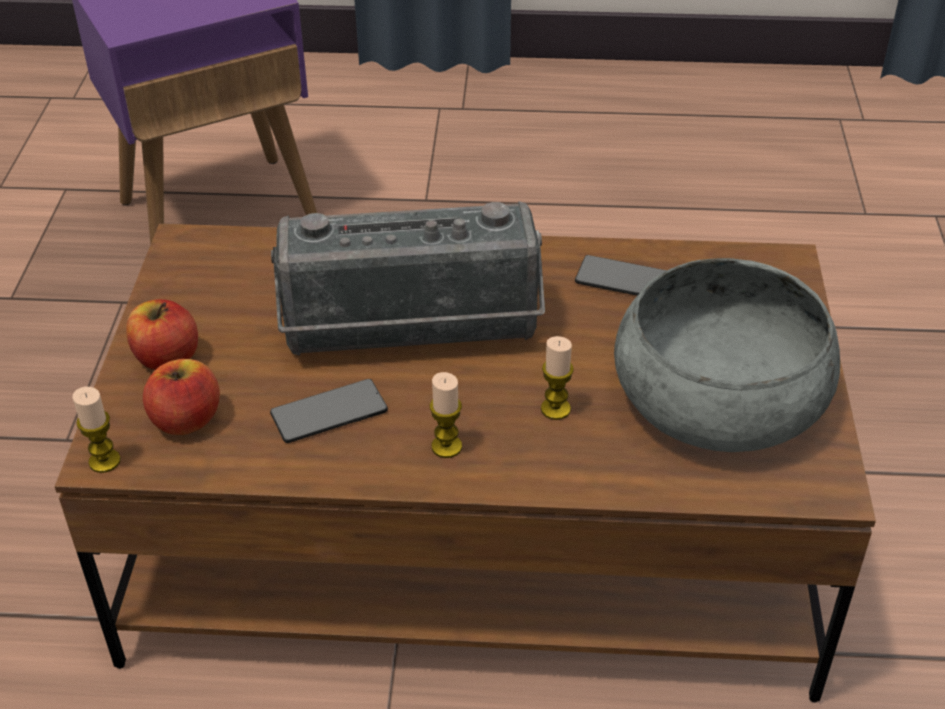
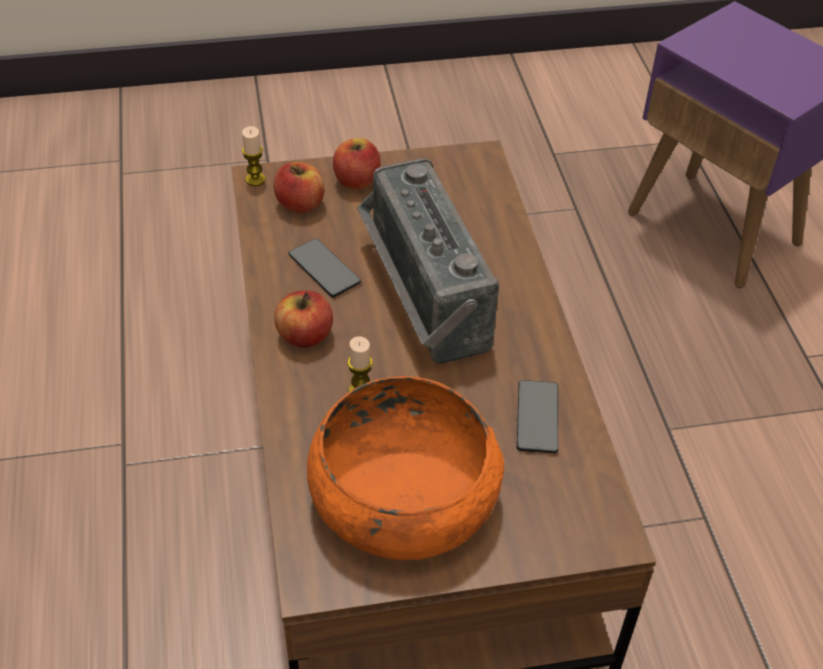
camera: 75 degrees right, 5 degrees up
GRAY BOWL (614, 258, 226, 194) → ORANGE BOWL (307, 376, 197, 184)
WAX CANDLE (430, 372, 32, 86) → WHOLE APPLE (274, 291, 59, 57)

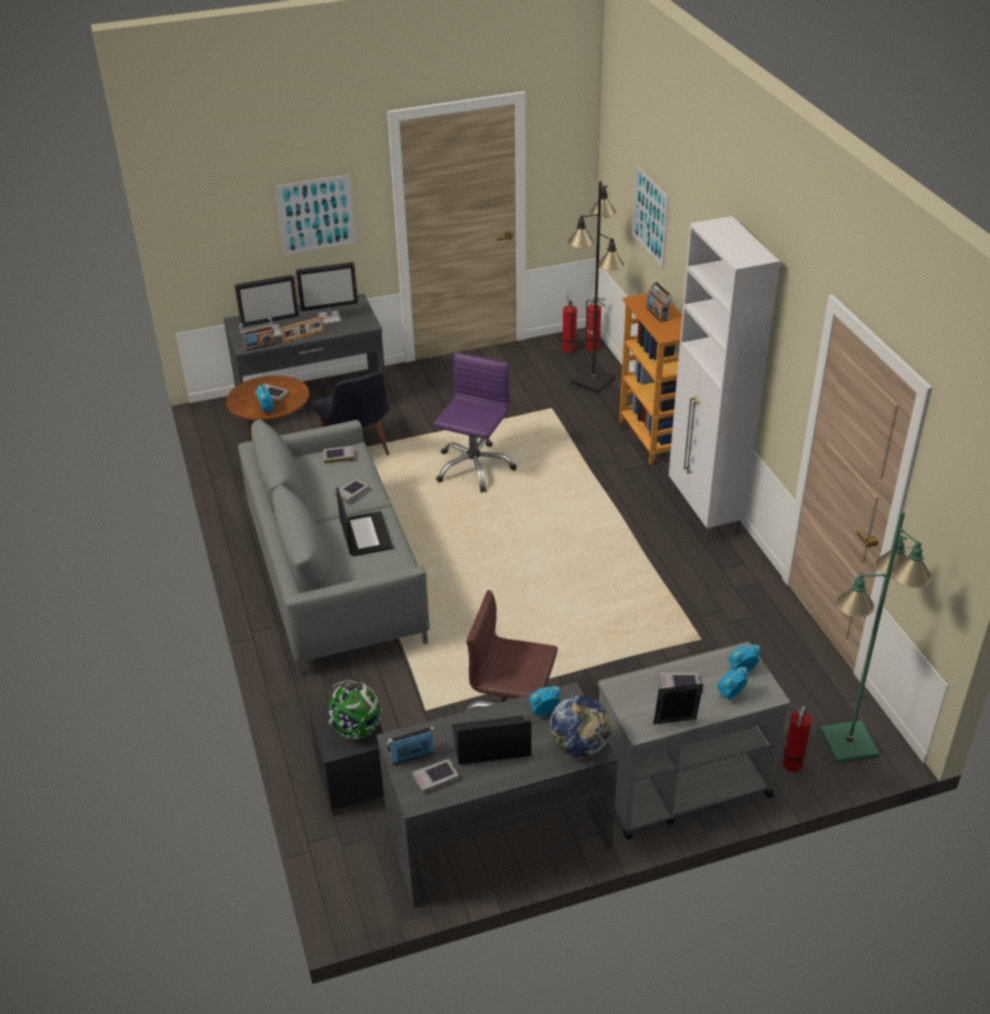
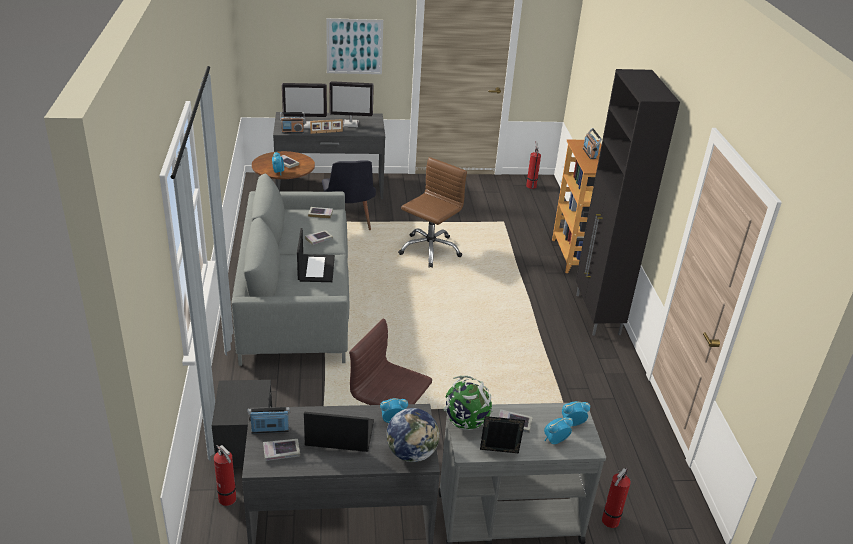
camera: 10 degrees right, 5 degrees down
WALL PICTURE (632, 165, 37, 104) → -
BLACK-COLOURED FLOOR LAMP (568, 181, 56, 212) → -
WHITE-COLOURED STORAGE CABINET (669, 216, 111, 326) → BLACK-COLOURED STORAGE CABINET (576, 69, 104, 267)
FIRE-FIGHTING CYLINDER (585, 297, 21, 54) → FIRE-FIGHTING CYLINDER (214, 445, 22, 61), moved
PURPLE-COLOURED COMPUTER CHAIR (433, 352, 84, 141) → BROWNISH COMPUTER CHAIR (398, 157, 69, 111)
GREENISH FLOOR LAMP (820, 511, 112, 253) → -
DESK GLOBE (328, 680, 54, 59) → DESK GLOBE (443, 376, 50, 54), moved

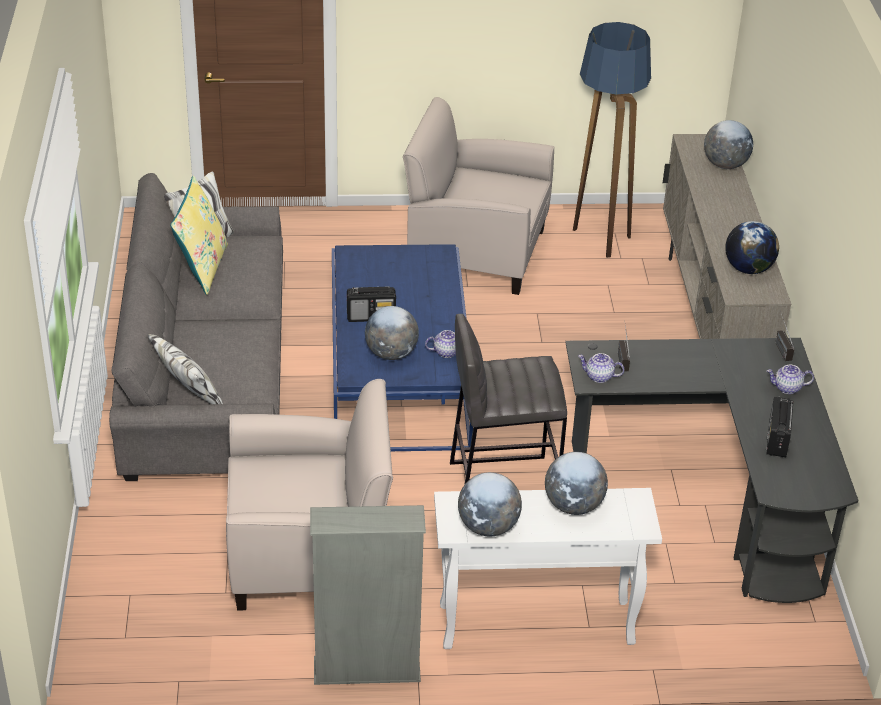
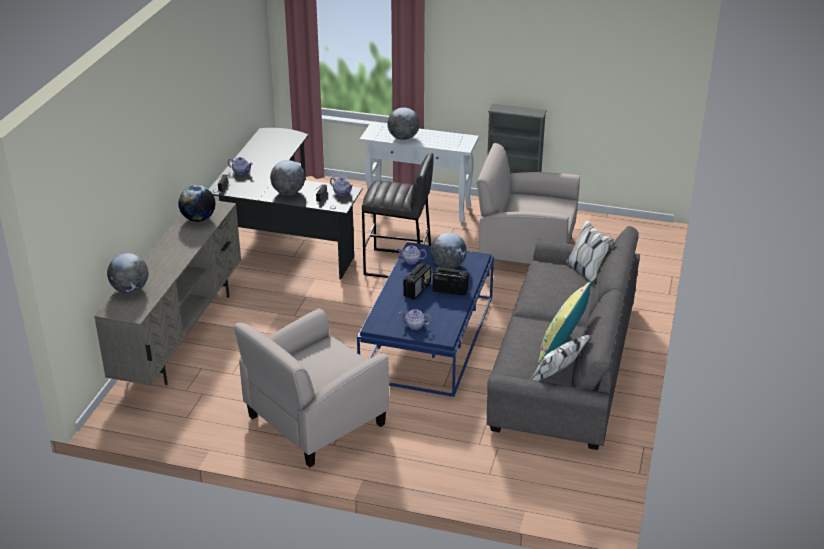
camera: 160 degrees left, 5 degrees down
FLOOR LAMP (573, 22, 78, 236) → -
SAND-COLOURED EASY CHAIR (403, 97, 152, 198) → SAND-COLOURED EASY CHAIR (233, 308, 156, 159), 105 degrees clockwise
RADIO RECEIVER (766, 397, 28, 60) → RADIO RECEIVER (403, 263, 28, 37), moved
DESK GLOBE (458, 472, 64, 64) → DESK GLOBE (270, 160, 35, 35), moved
- → TEA POT (399, 309, 33, 21)

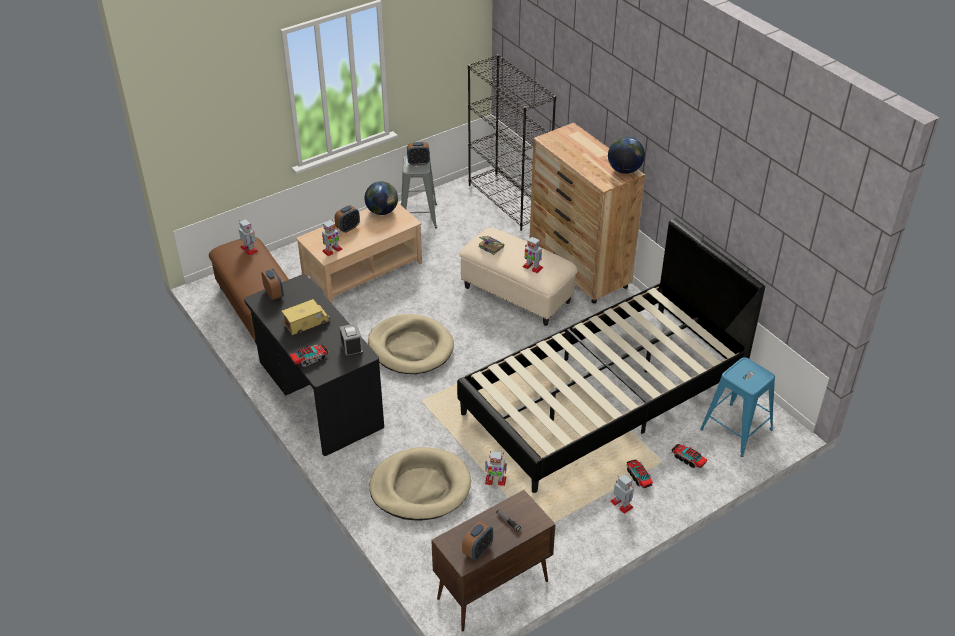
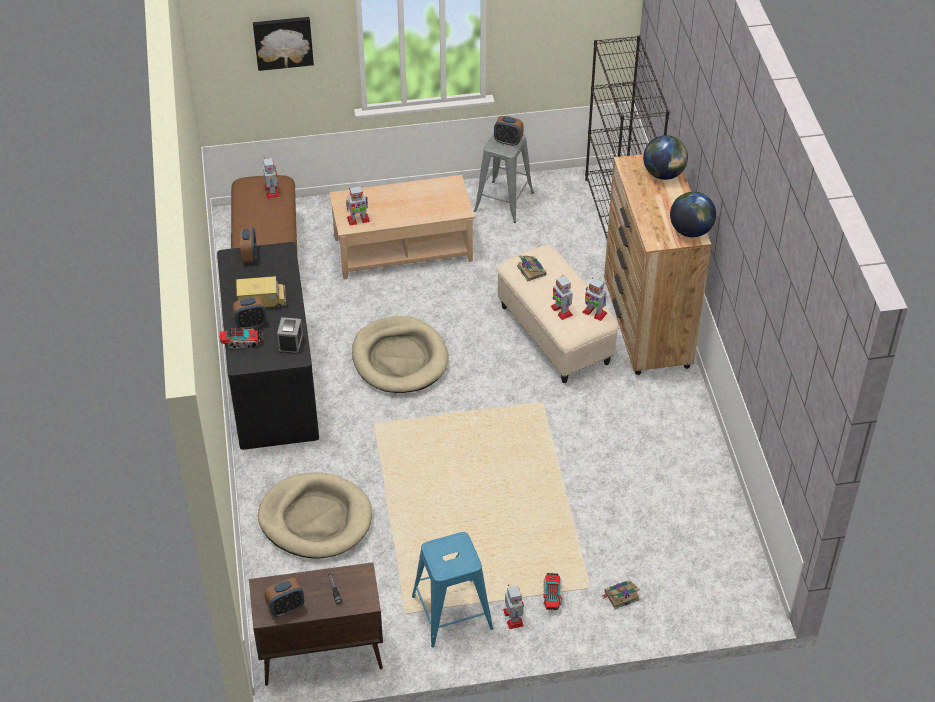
camera: 25 degrees right, 5 degrees up
DESK GLOBE (365, 181, 33, 34) → DESK GLOBE (643, 135, 45, 45), moved
BEDSIDE CLOCK (334, 205, 26, 28) → BEDSIDE CLOCK (232, 297, 35, 32), moved
BLACK-COLOURED BEDROOM BED (457, 219, 308, 274) → -
BLUISH SITTING STOOL (700, 357, 75, 100) → BLUISH SITTING STOOL (412, 532, 81, 116), moved
MODEL TRUCK (671, 444, 36, 24) → BOUND BOOK (602, 580, 38, 29)
MODEL ROBOT (485, 451, 22, 35) → MODEL ROBOT (582, 277, 25, 44), moved
- → WALL PICTURE (253, 17, 61, 54)

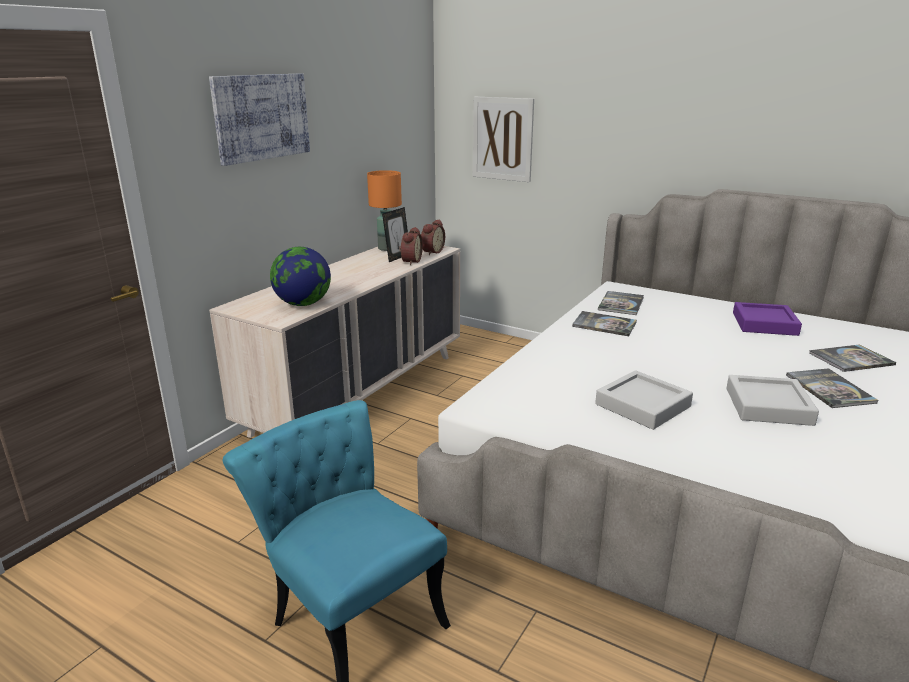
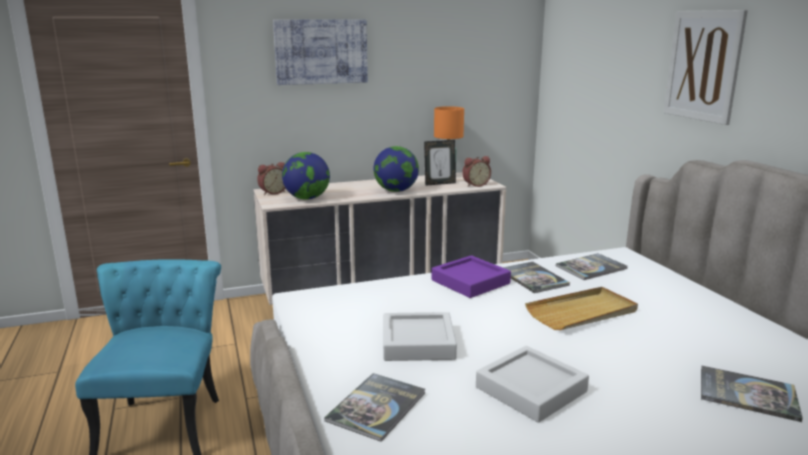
camera: 40 degrees right, 5 degrees down
WALL PICTURE (473, 97, 61, 85) → WALL PICTURE (664, 10, 84, 115), moved
BEDSIDE CLOCK (399, 227, 24, 38) → BEDSIDE CLOCK (257, 162, 28, 33), moved
PURPLE-COLOURED CARRYING TRAY (733, 302, 69, 34) → PURPLE-COLOURED CARRYING TRAY (432, 255, 79, 43), moved
BOUND BOOK (786, 368, 92, 40) → BOUND BOOK (324, 373, 101, 69), moved
- → DESK GLOBE (373, 146, 46, 46)
- → SAND-COLOURED CARRYING TRAY (525, 287, 113, 43)

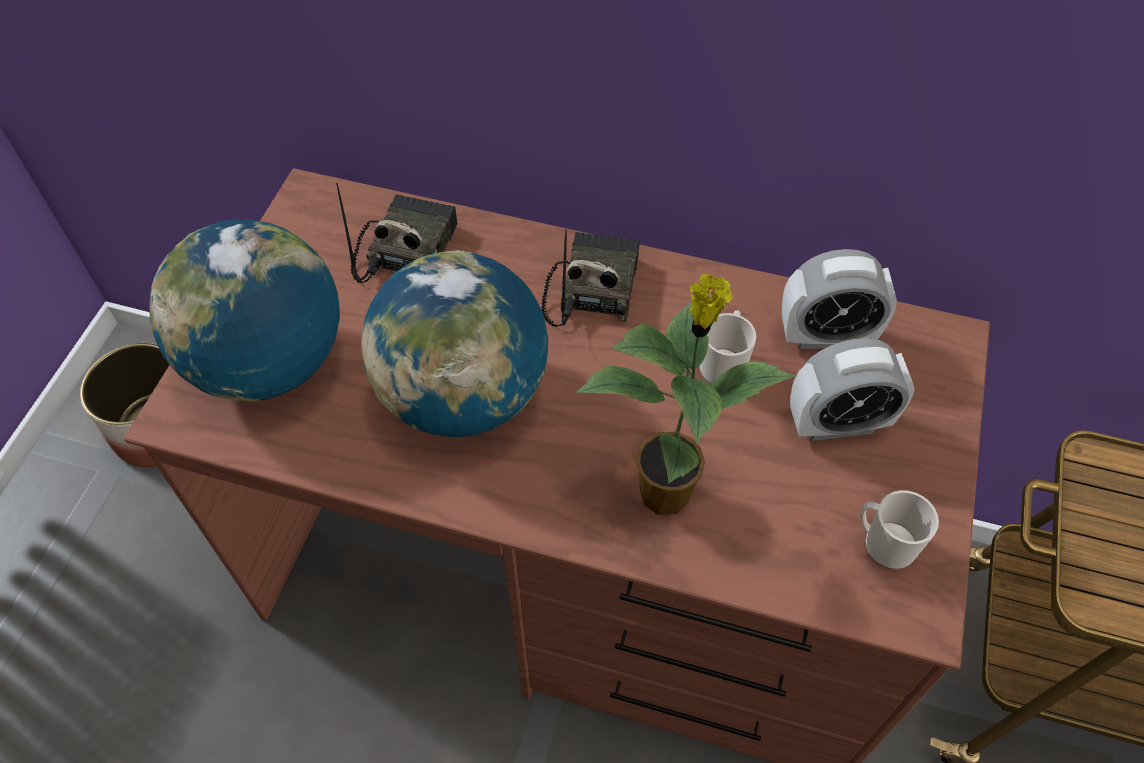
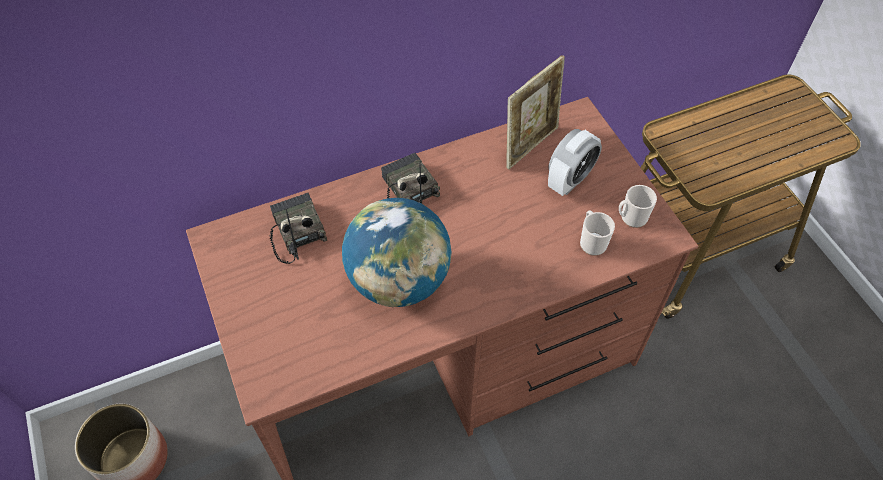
camera: 40 degrees left, 0 degrees up
DESK GLOBE (149, 219, 191, 183) → -
BEDSIDE CLOCK (782, 249, 115, 100) → PICTURE FRAME (506, 55, 59, 115)
HOUSEPLANT (576, 273, 220, 242) → -
MUG (700, 310, 56, 74) → MUG (580, 210, 35, 46), moved

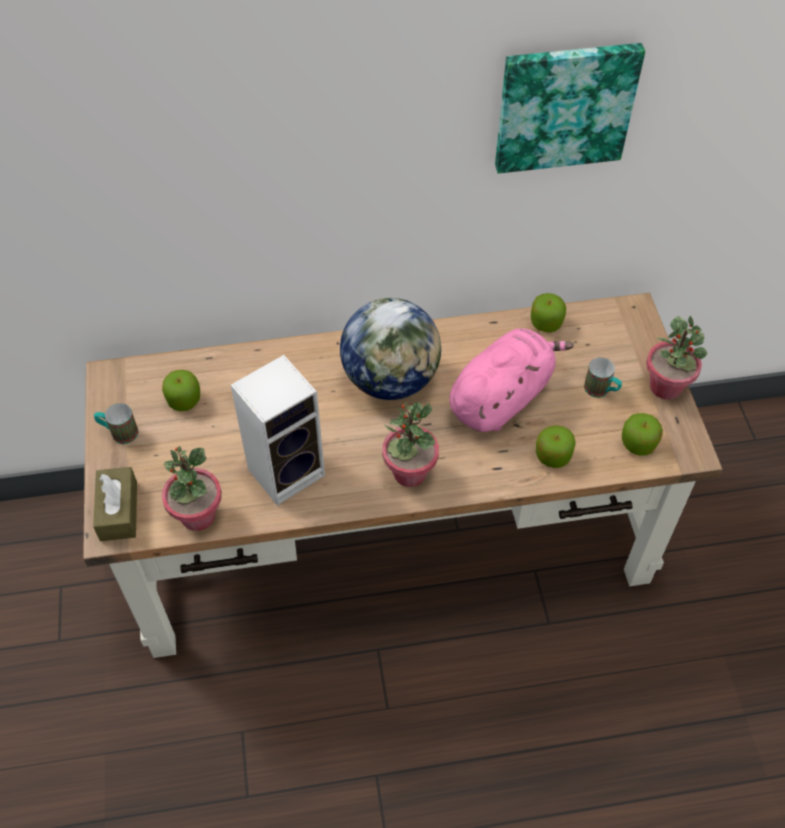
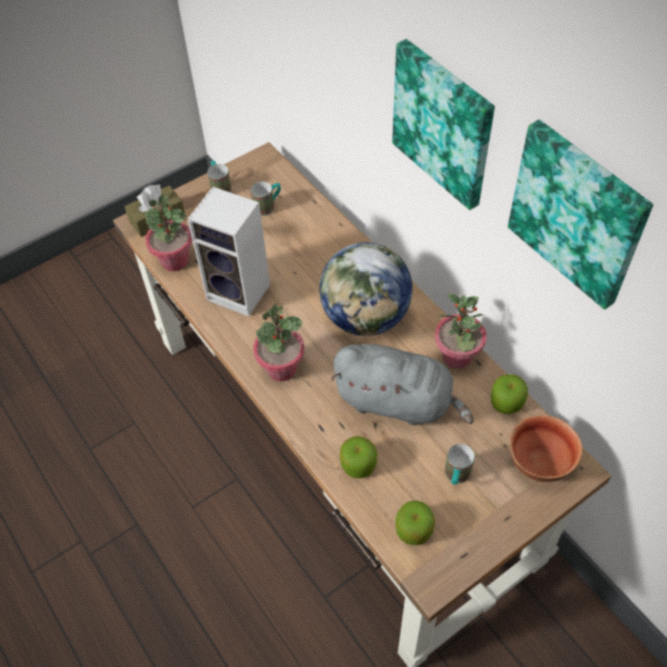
camera: 65 degrees right, 0 degrees up
HOUSEPLANT (646, 316, 62, 84) → HOUSEPLANT (435, 293, 51, 76), moved
PINKISH PLUSH TOY (449, 328, 125, 104) → GRAY PLUSH TOY (331, 344, 143, 81)
WHOLE APPLE (162, 370, 38, 41) → MUG (251, 182, 30, 34)
- → WALL PICTURE (392, 39, 103, 171)
- → BOWL (509, 415, 74, 67)

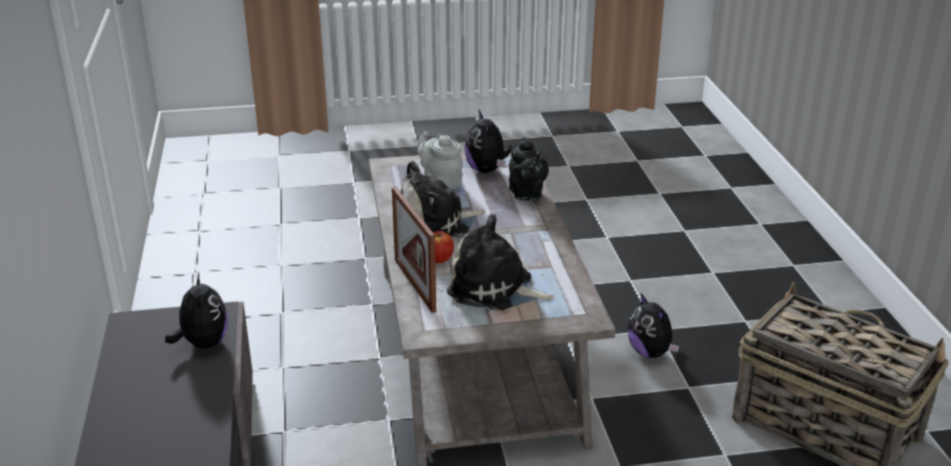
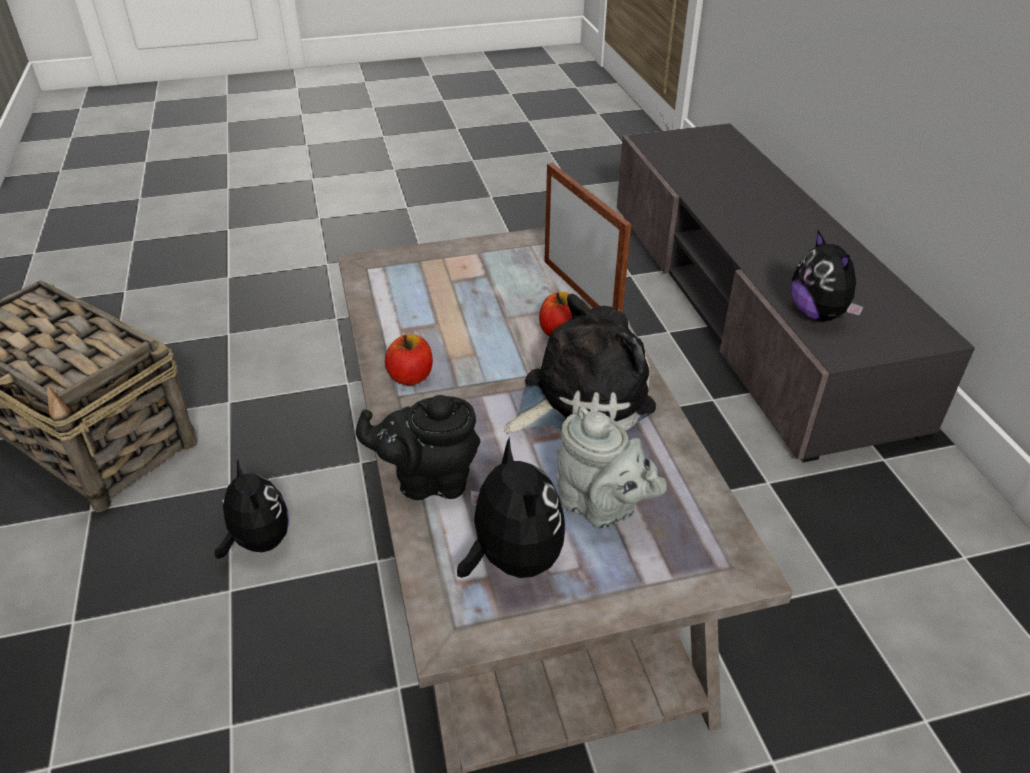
camera: 175 degrees right, 10 degrees up
BLACK-COLOURED TEA POT (509, 137, 40, 64) → BLACK-COLOURED TEA POT (356, 395, 124, 105), 75 degrees counterclockwise
PLUSH TOY (447, 214, 108, 97) → -
- → WHOLE APPLE (385, 334, 48, 51)

